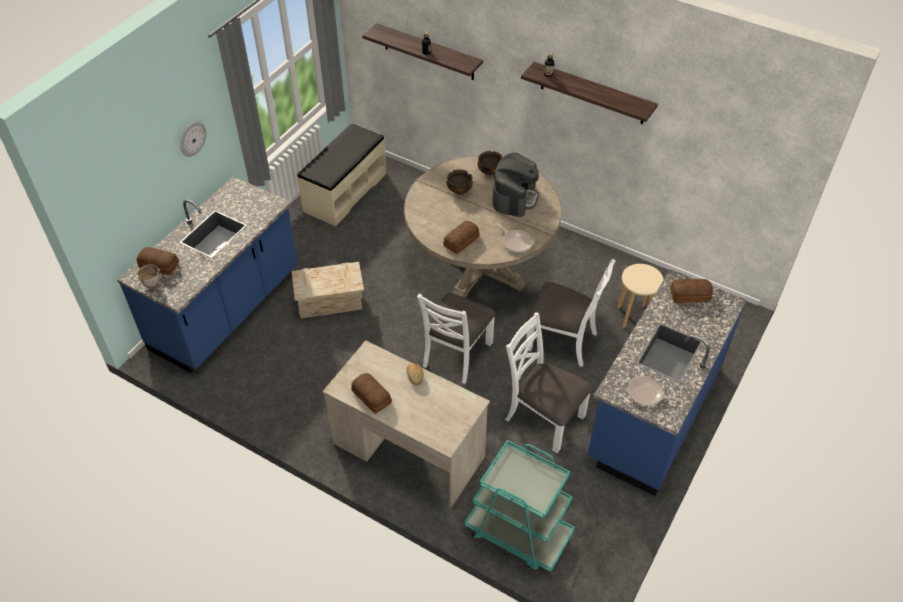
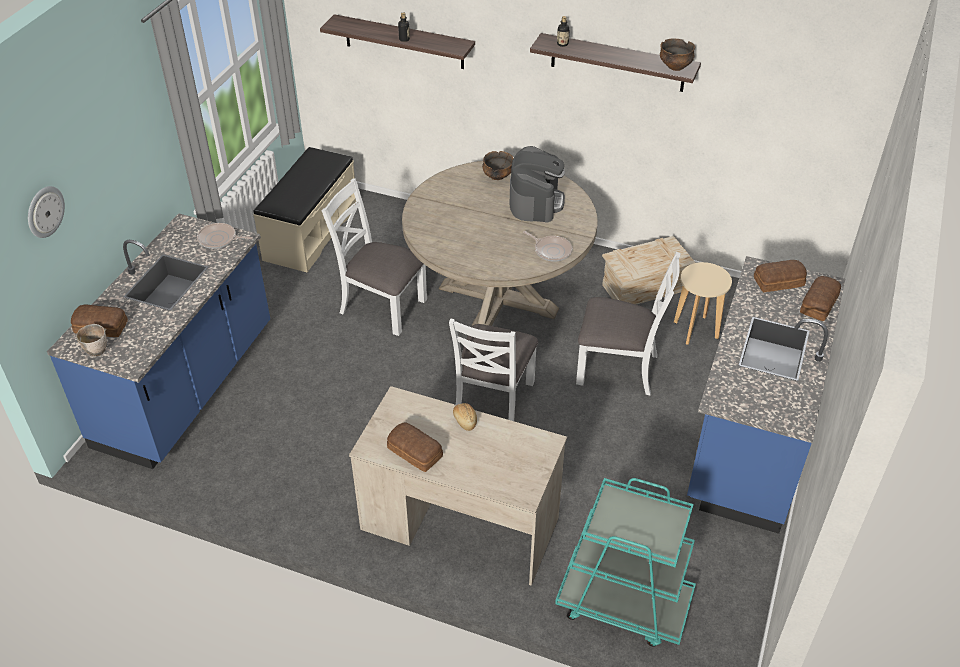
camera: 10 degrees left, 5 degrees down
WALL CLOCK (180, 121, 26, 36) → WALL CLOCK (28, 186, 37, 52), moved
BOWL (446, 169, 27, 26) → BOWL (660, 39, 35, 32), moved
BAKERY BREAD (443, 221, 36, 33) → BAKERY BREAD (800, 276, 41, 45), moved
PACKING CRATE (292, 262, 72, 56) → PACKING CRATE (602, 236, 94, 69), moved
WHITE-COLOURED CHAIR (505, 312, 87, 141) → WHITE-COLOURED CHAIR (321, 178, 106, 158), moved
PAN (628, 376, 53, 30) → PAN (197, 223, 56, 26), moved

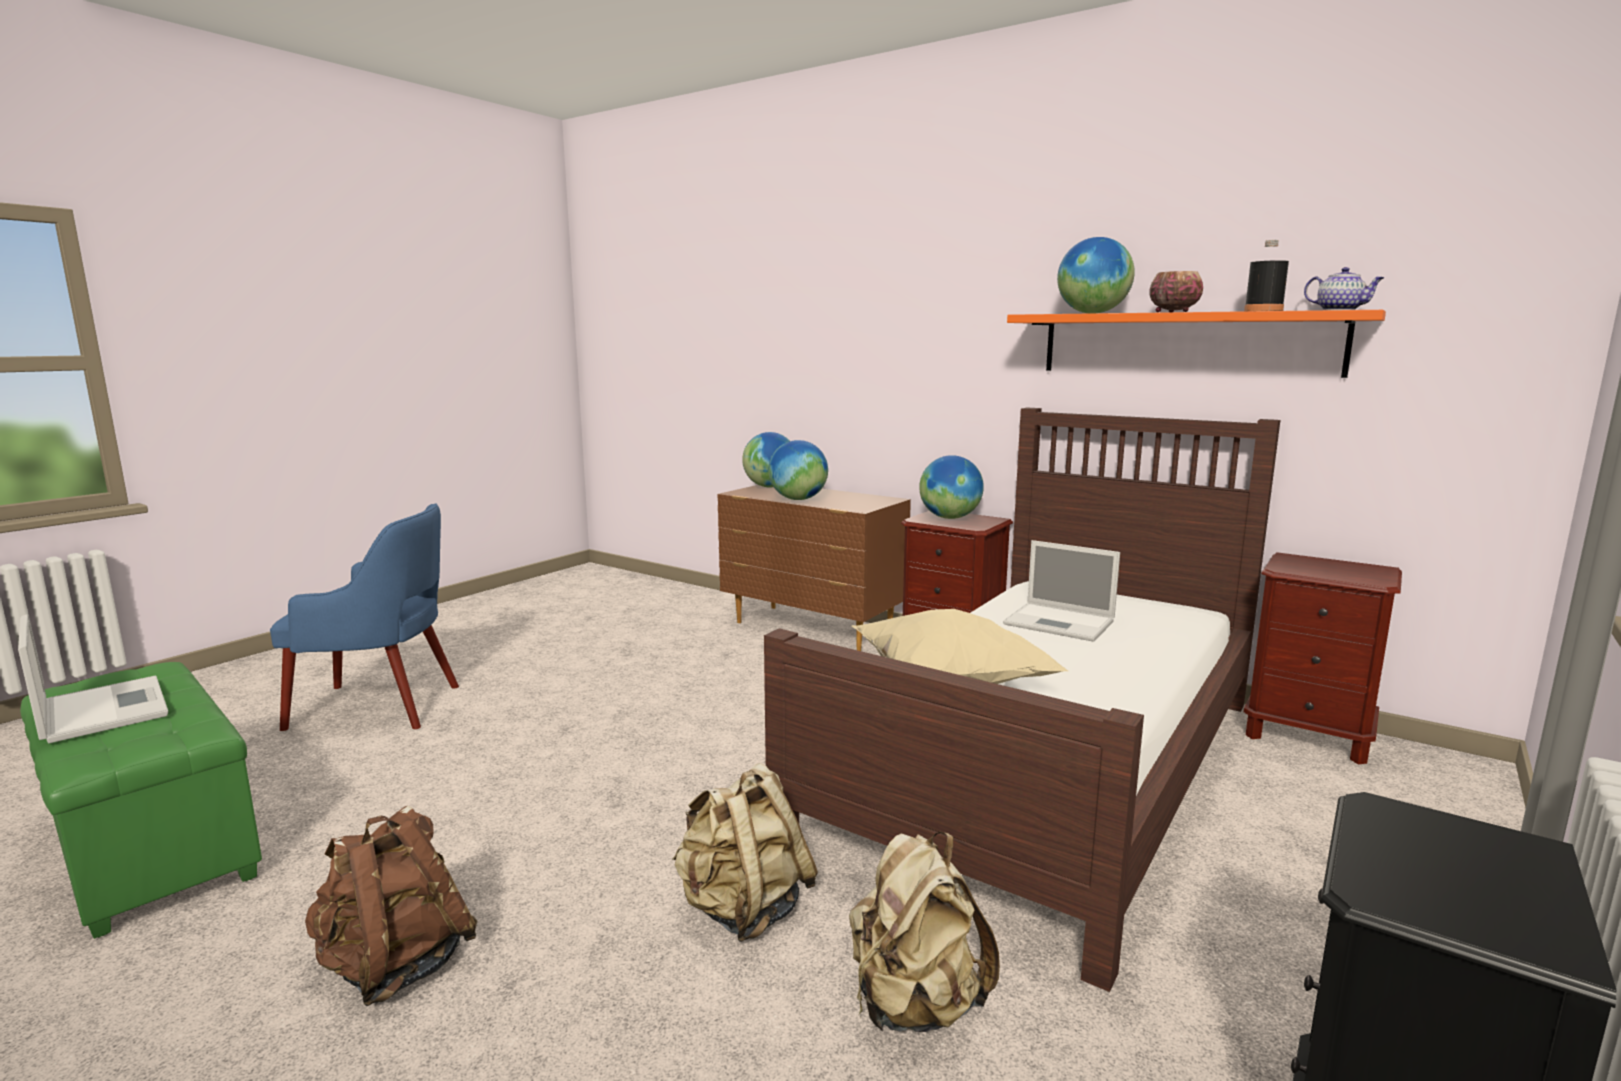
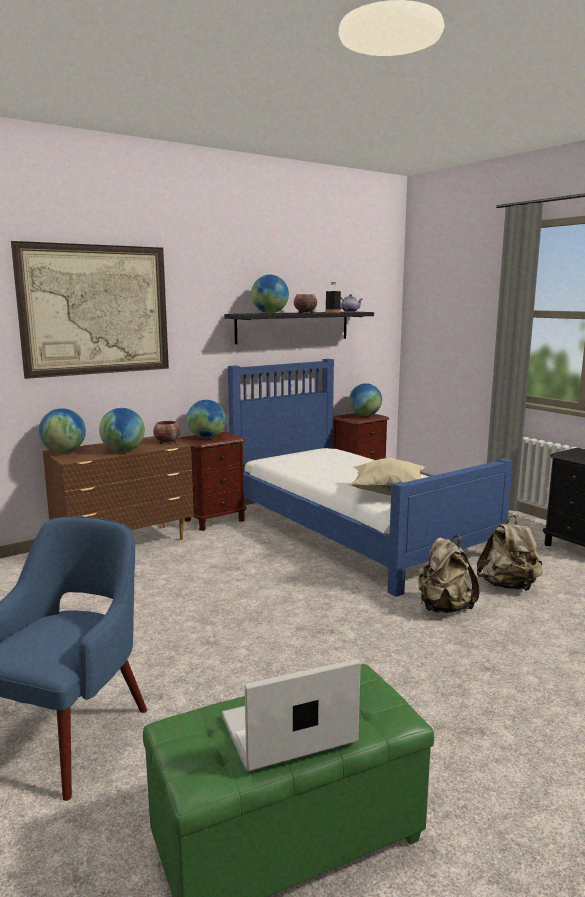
camera: 70 degrees left, 0 degrees up
ORANGE SHELF (1007, 310, 379, 68) → BLACK-COLOURED SHELF (224, 312, 150, 32)
BROWNISH BEDROOM BED (764, 408, 516, 584) → BLUISH BEDROOM BED (228, 359, 285, 238)
LAPTOP (1003, 540, 117, 102) → -
BROWNISH KNAPSACK (305, 806, 172, 200) → -
- → WALL PICTURE (11, 241, 158, 138)
- → DESK GLOBE (349, 383, 33, 33)
- → BOWL (153, 421, 27, 23)

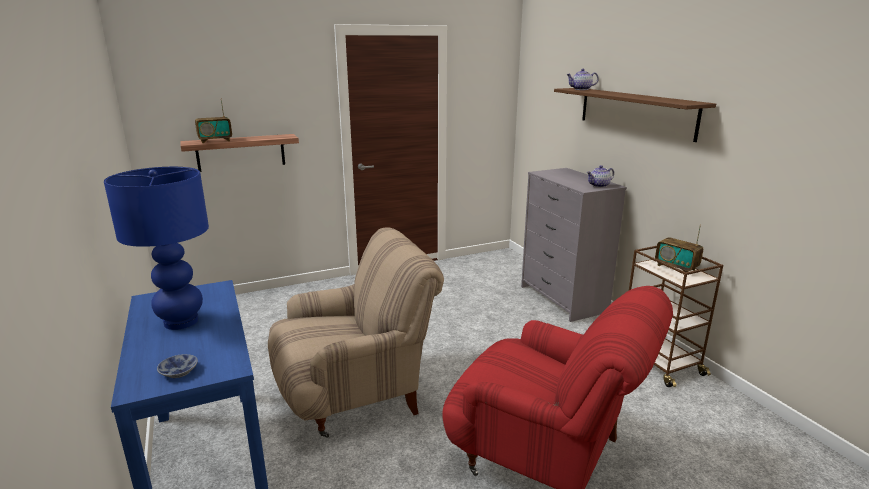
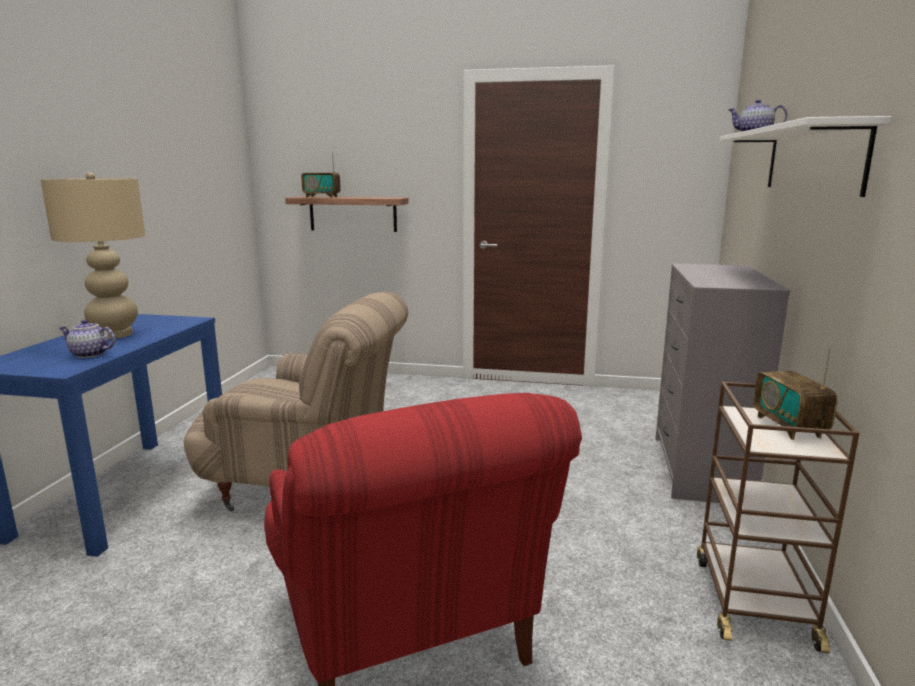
camera: 35 degrees right, 5 degrees down
BROWNISH SHELF (554, 88, 162, 54) → WHITE-COLOURED SHELF (720, 116, 172, 81)
TEA POT (586, 165, 28, 23) → TEA POT (59, 319, 56, 39), moved
BLUISH LAMP FOR A TABLE (104, 167, 105, 163) → SAND-COLOURED LAMP FOR A TABLE (41, 172, 104, 167)
BOWL (157, 354, 41, 24) → -

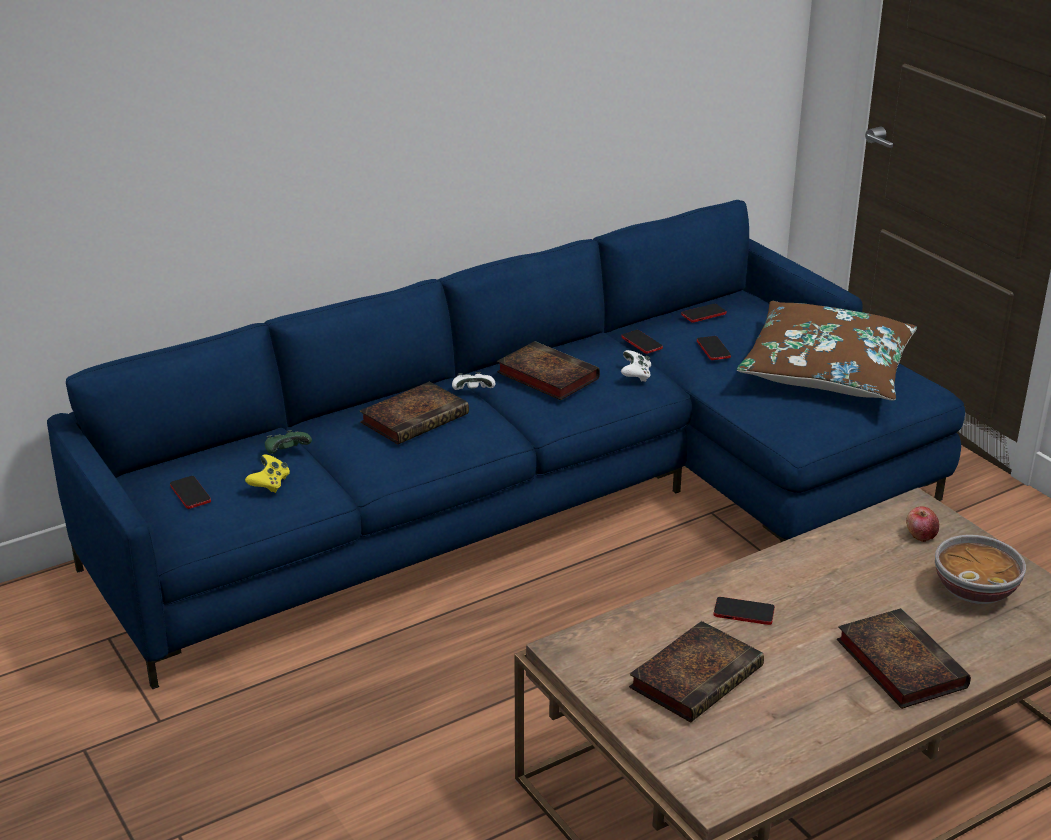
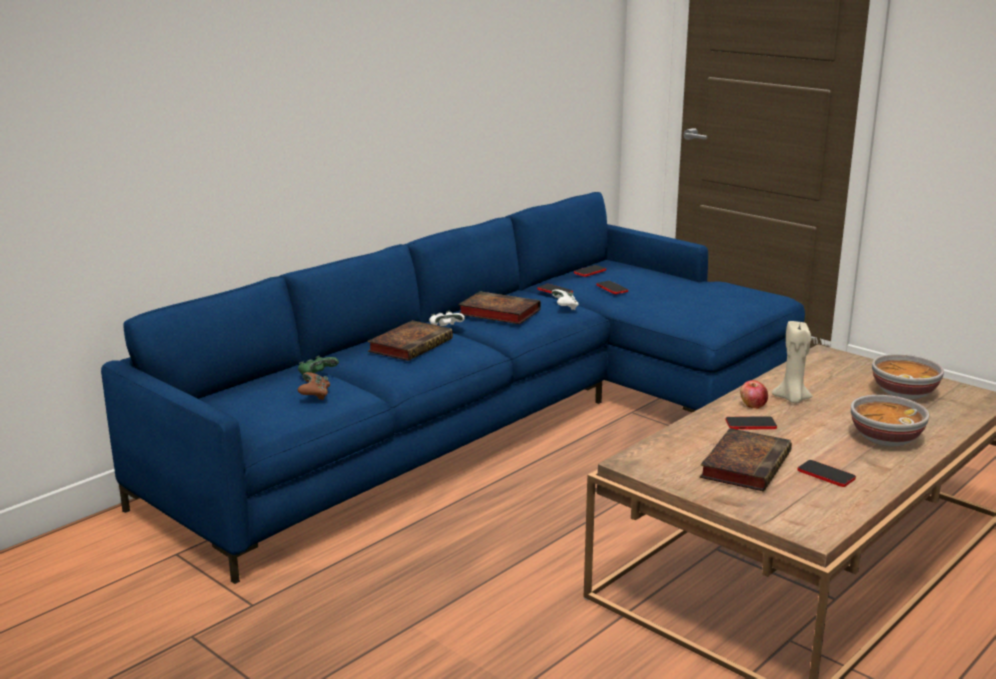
camera: 15 degrees left, 10 degrees down
BROWNISH PILLOW (737, 301, 180, 100) → -
YELLOW GAMEPAD (245, 454, 45, 39) → BROWNISH GAMEPAD (298, 372, 32, 28)
HANDSET (170, 476, 41, 33) → HANDSET (798, 460, 58, 27), moved
WHOLE APPLE (906, 506, 33, 36) → WHOLE APPLE (740, 380, 28, 29), moved
BOUND BOOK (837, 608, 134, 101) → BOWL (851, 395, 78, 51)
- → SAND-COLOURED WAX CANDLE (772, 321, 41, 82)

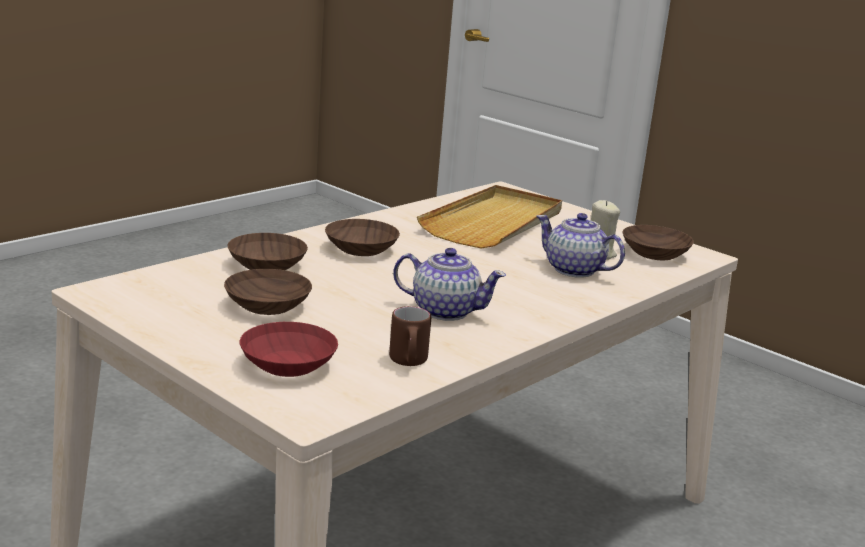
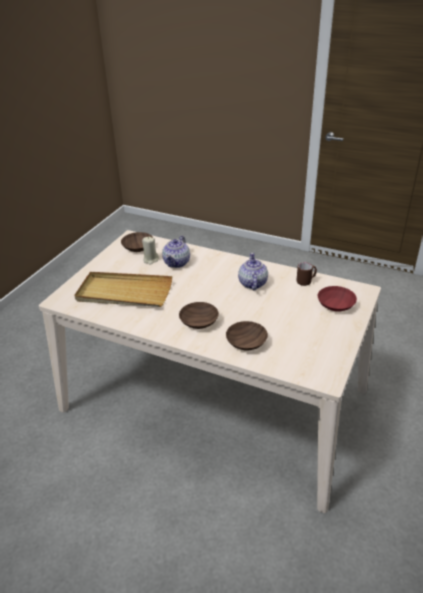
camera: 105 degrees left, 15 degrees up
BROWNISH BOWL (224, 269, 88, 46) → -

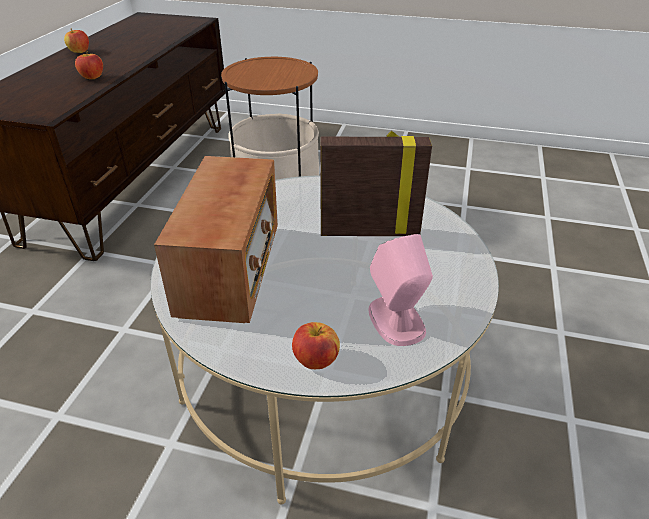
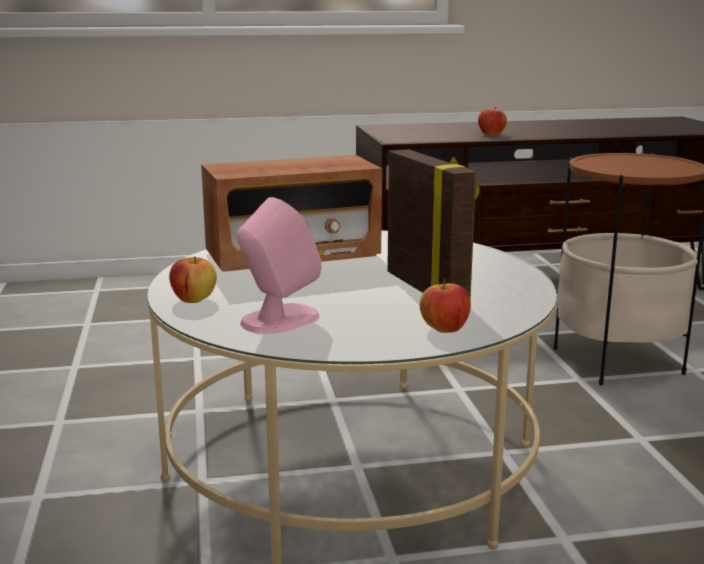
camera: 65 degrees right, 20 degrees down
WHOLE APPLE (64, 29, 25, 24) → WHOLE APPLE (420, 279, 51, 54), moved

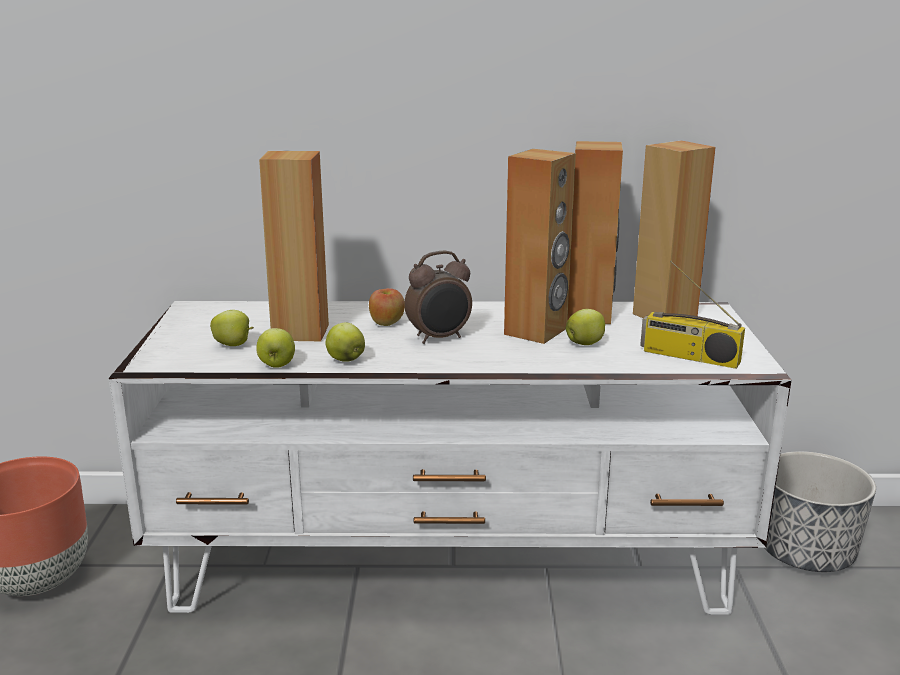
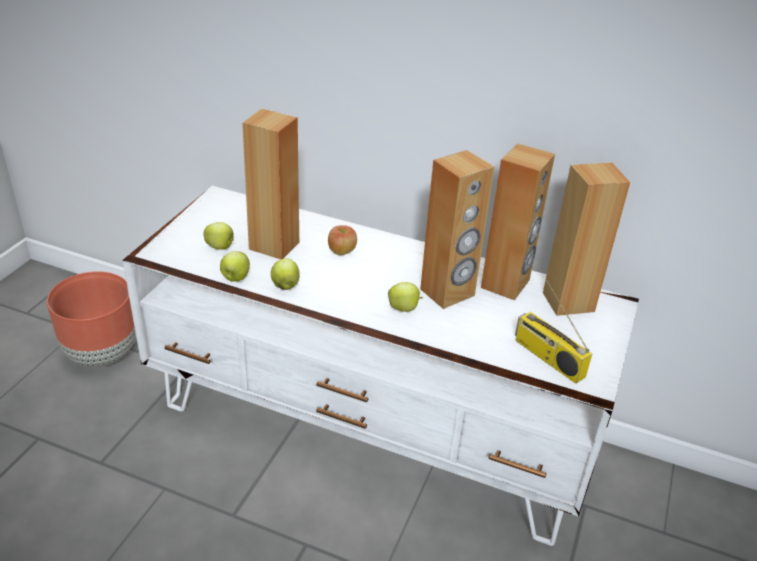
camera: 20 degrees right, 15 degrees up
BEDSIDE CLOCK (404, 251, 68, 93) → -
WHOLE APPLE (566, 309, 40, 36) → WHOLE APPLE (388, 282, 35, 30), moved
PLANTER (764, 451, 112, 121) → -

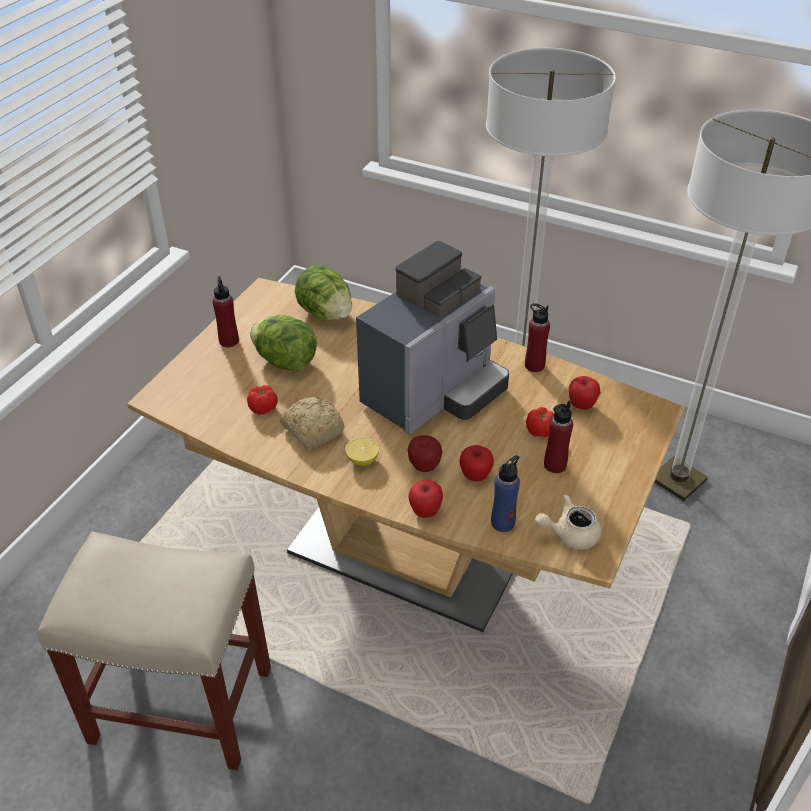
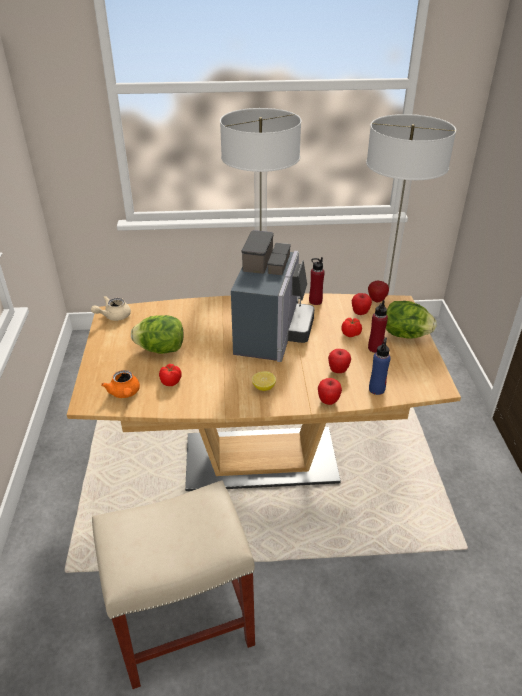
camera: 30 degrees left, 5 degrees down
LETTUCE HEAD (295, 265, 57, 55) → LETTUCE HEAD (386, 301, 50, 38), moved
RED BOTTLE (213, 276, 26, 71) → -
BAKERY BREAD (280, 396, 65, 53) → -
WHOLE APPLE (408, 435, 34, 37) → WHOLE APPLE (368, 281, 21, 22), moved
SAND-COLOURED TEA POT (535, 494, 66, 56) → SAND-COLOURED TEA POT (91, 296, 40, 25), moved
- → ORANGE TEA POT (101, 370, 39, 28)

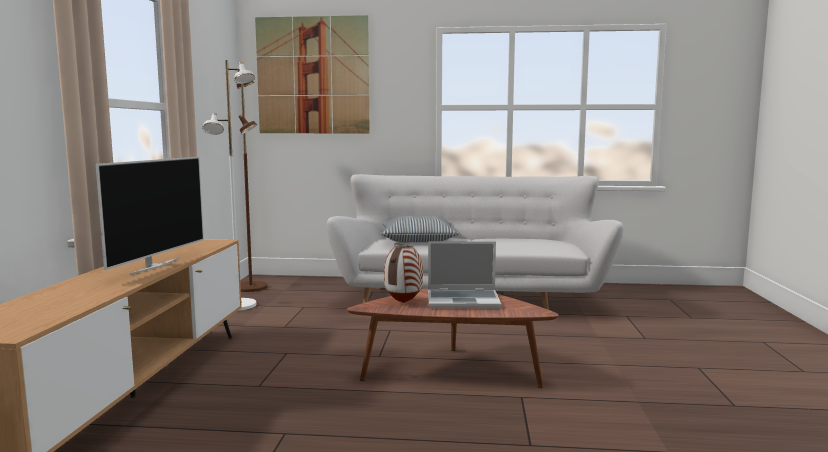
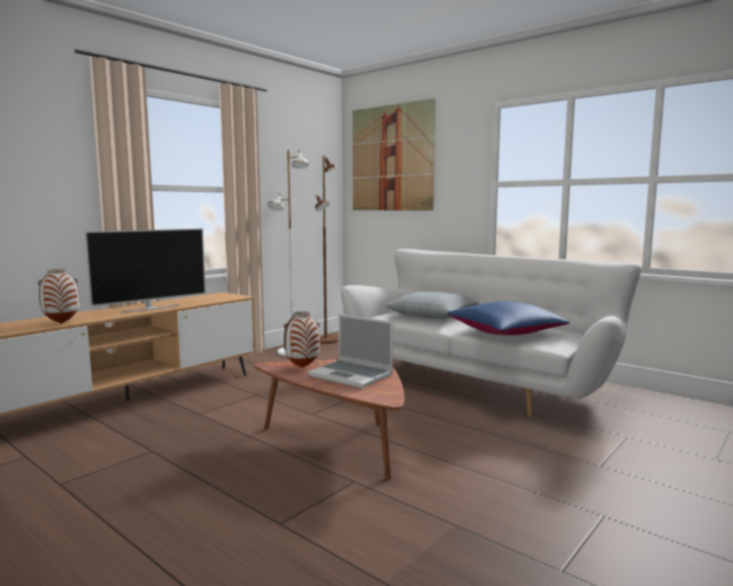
camera: 35 degrees right, 0 degrees up
- → DECORATIVE VASE (38, 269, 42, 54)
- → BLUISH PILLOW (447, 301, 123, 34)

